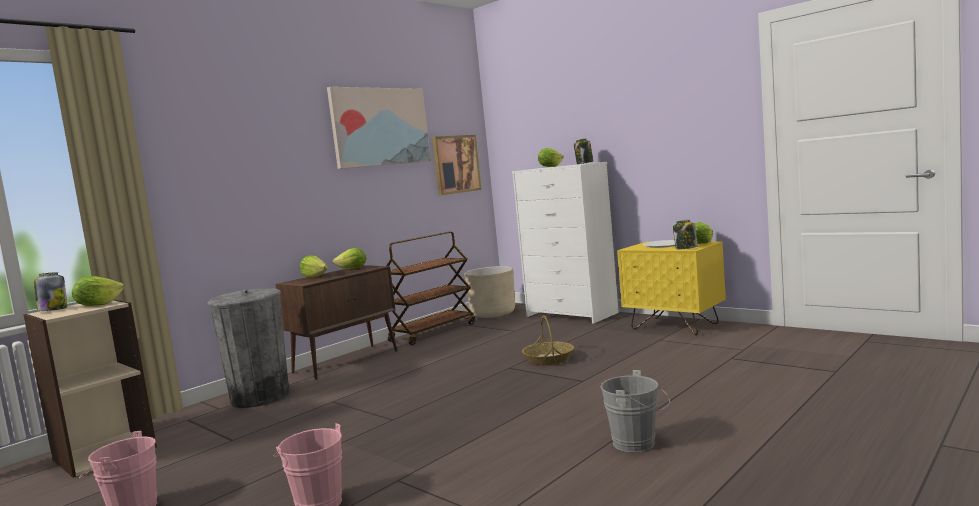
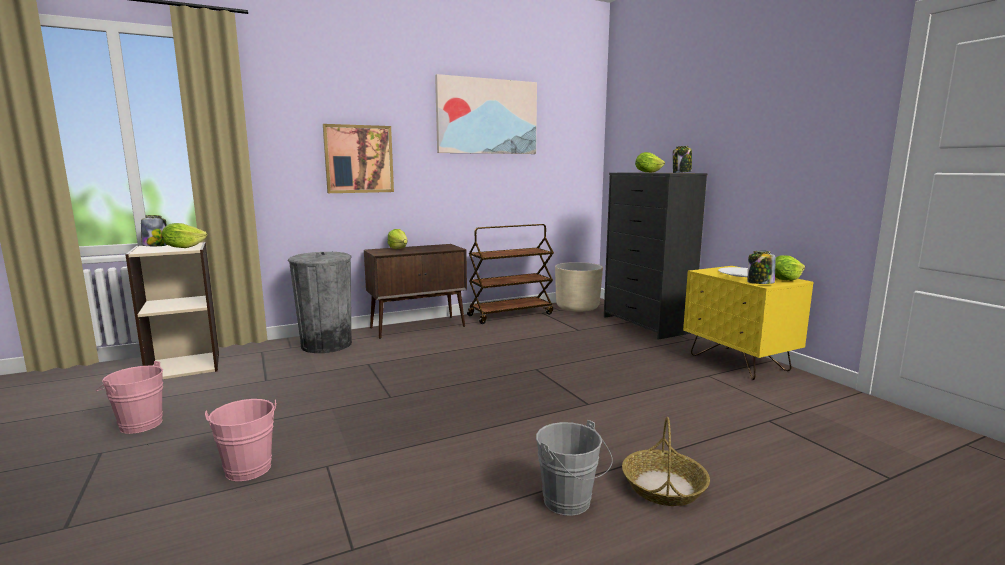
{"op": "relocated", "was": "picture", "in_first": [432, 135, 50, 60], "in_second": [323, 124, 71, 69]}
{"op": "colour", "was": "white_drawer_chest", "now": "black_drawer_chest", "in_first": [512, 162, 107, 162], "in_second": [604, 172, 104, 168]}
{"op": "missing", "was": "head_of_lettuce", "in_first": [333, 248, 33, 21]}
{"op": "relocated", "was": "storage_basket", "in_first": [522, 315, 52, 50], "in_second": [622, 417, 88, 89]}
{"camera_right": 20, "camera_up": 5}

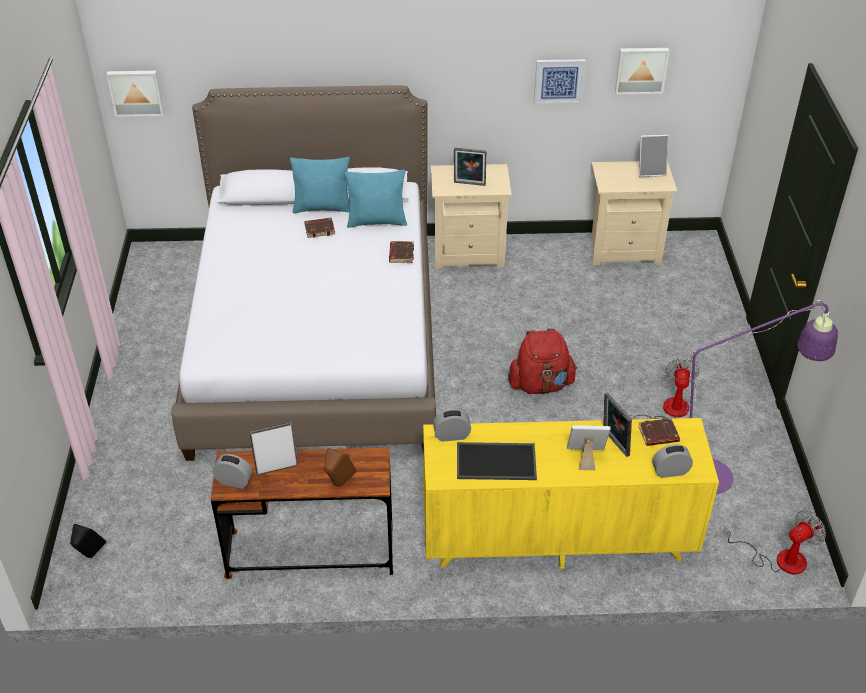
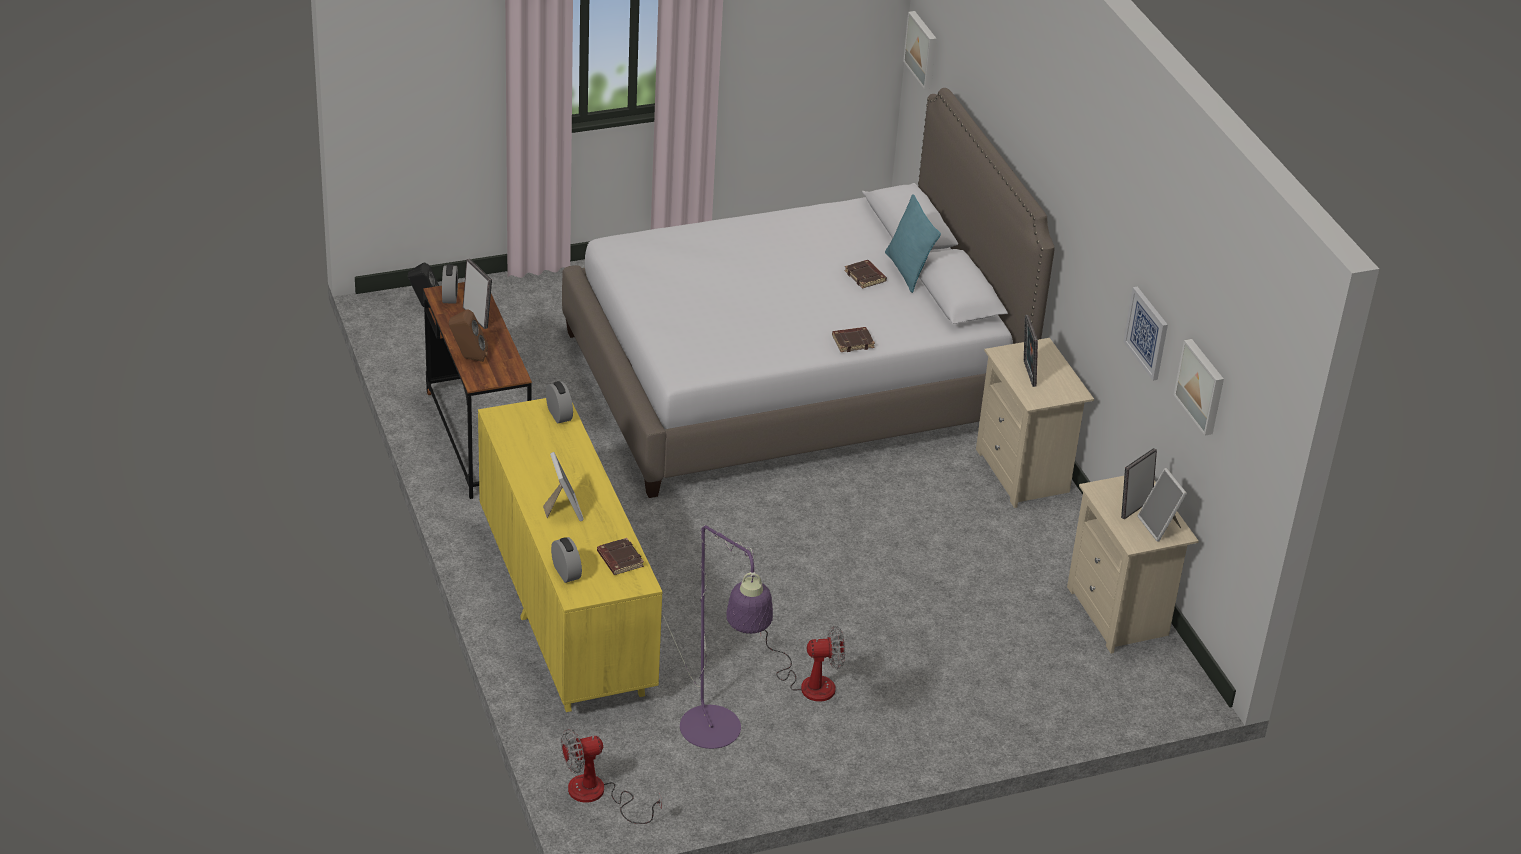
{"op": "missing", "was": "turquoise_pillow", "in_first": [345, 170, 62, 58]}
{"op": "missing", "was": "red_backpack", "in_first": [508, 329, 69, 65]}
{"op": "relocated", "was": "picture_frame", "in_first": [603, 393, 29, 64], "in_second": [1121, 448, 36, 71]}
{"op": "missing", "was": "tray", "in_first": [457, 442, 80, 38]}
{"op": "spun", "was": "fan", "in_first": [723, 511, 103, 63], "in_second": [561, 728, 101, 96], "clockwise": 120}
{"camera_right": 70, "camera_up": -5}

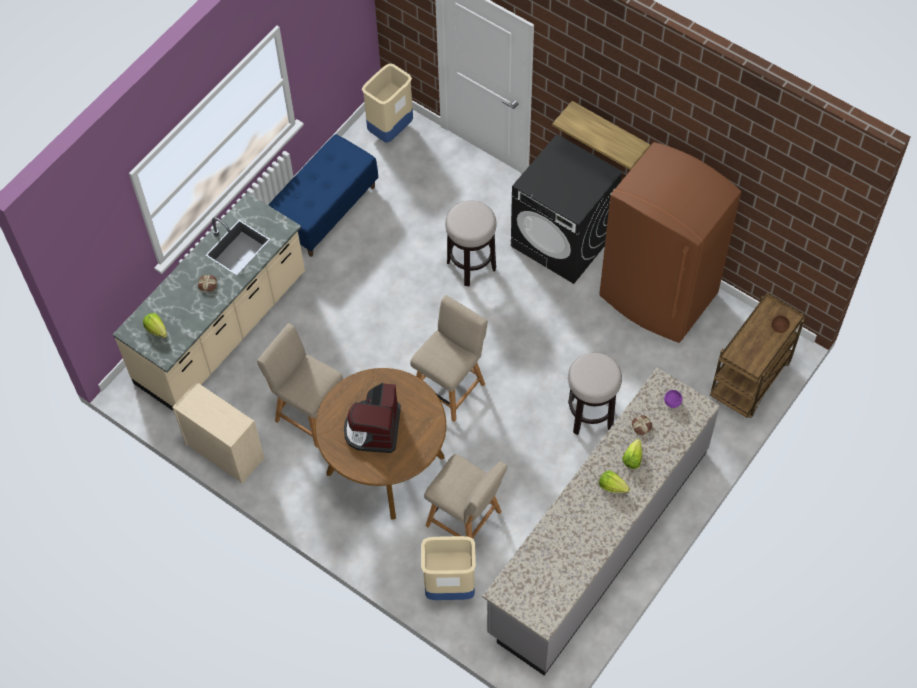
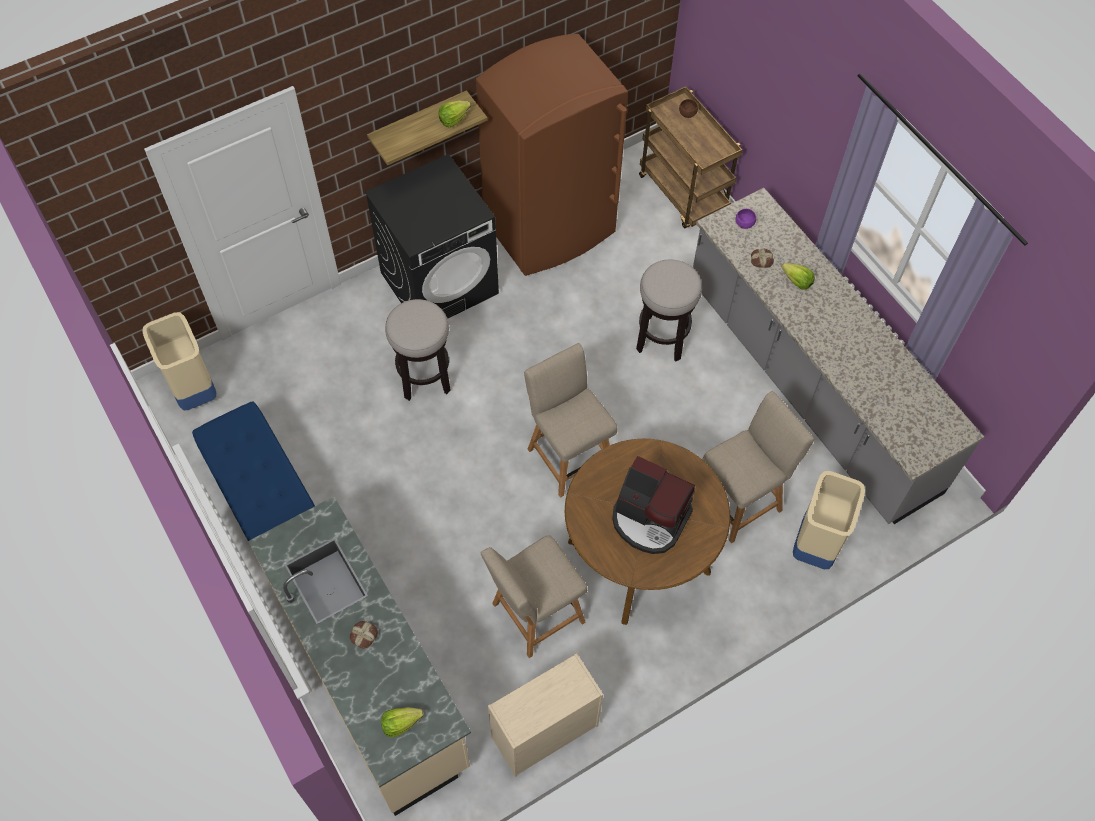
{"op": "relocated", "was": "head_of_lettuce", "in_first": [599, 470, 31, 23], "in_second": [438, 101, 33, 26]}
{"camera_right": -70, "camera_up": 0}

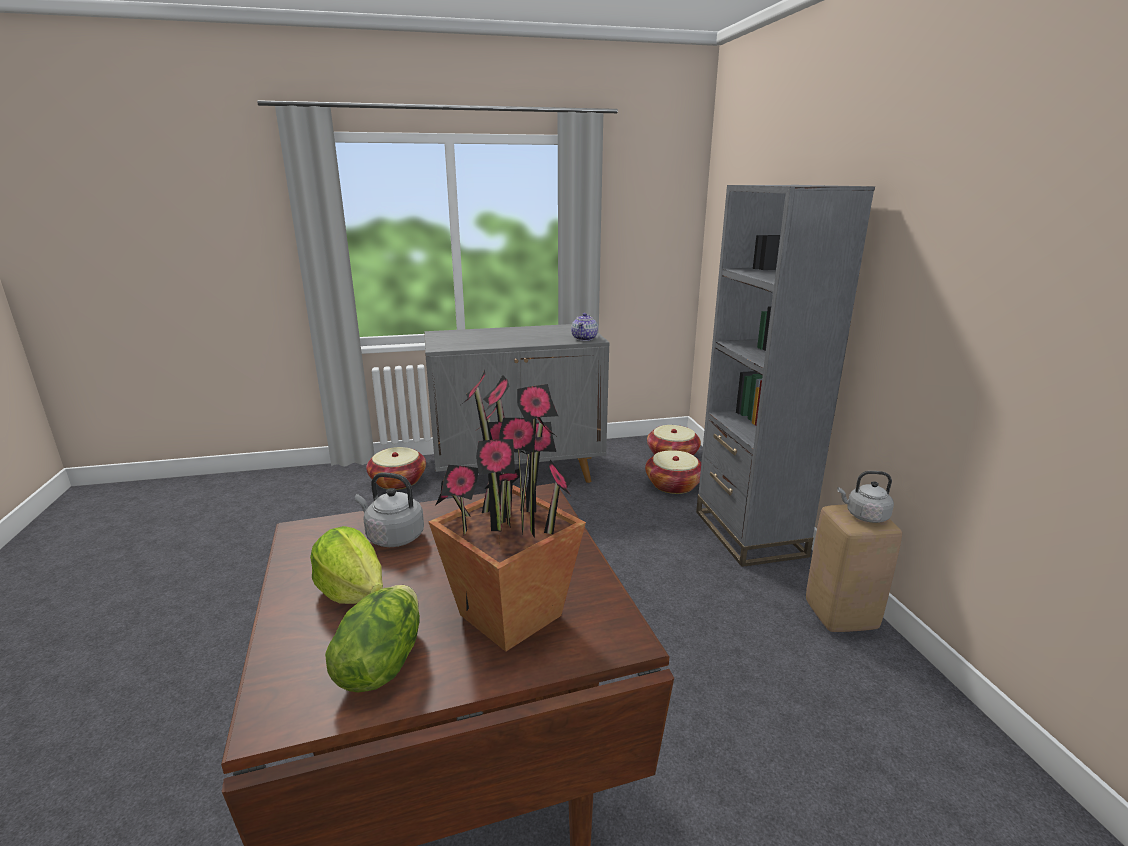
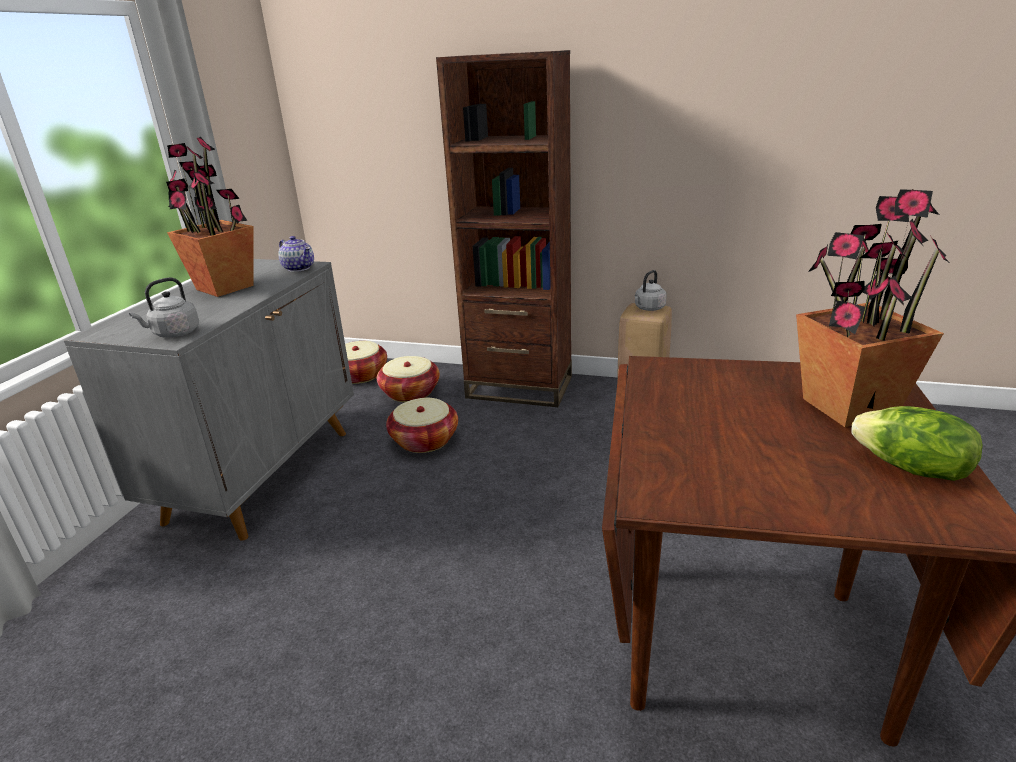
{"op": "colour", "was": "gray_bookcase", "now": "brown_bookcase", "in_first": [696, 185, 179, 382], "in_second": [436, 50, 136, 357]}
{"op": "relocated", "was": "storage_basket", "in_first": [366, 447, 60, 43], "in_second": [386, 398, 72, 55]}
{"op": "relocated", "was": "gray_water_kettle", "in_first": [355, 472, 69, 75], "in_second": [129, 277, 70, 61]}
{"op": "missing", "was": "head_of_lettuce", "in_first": [310, 526, 73, 78]}
{"op": "appeared", "now": "plant_in_a_pot", "in_second": [166, 137, 88, 160]}
{"camera_right": -60, "camera_up": 5}

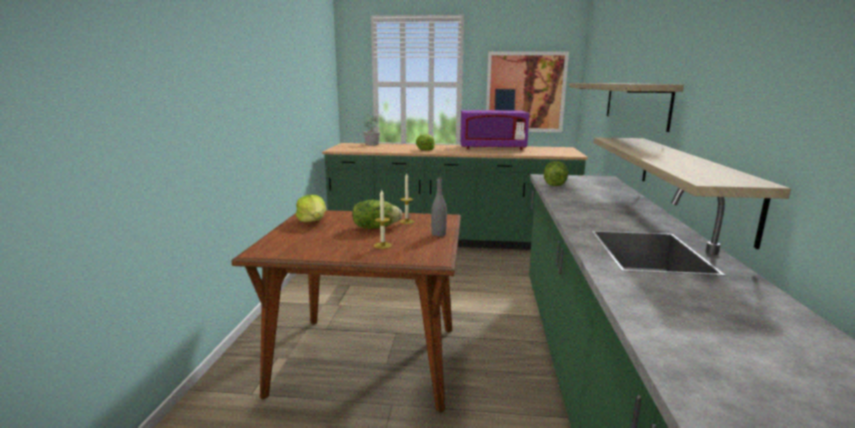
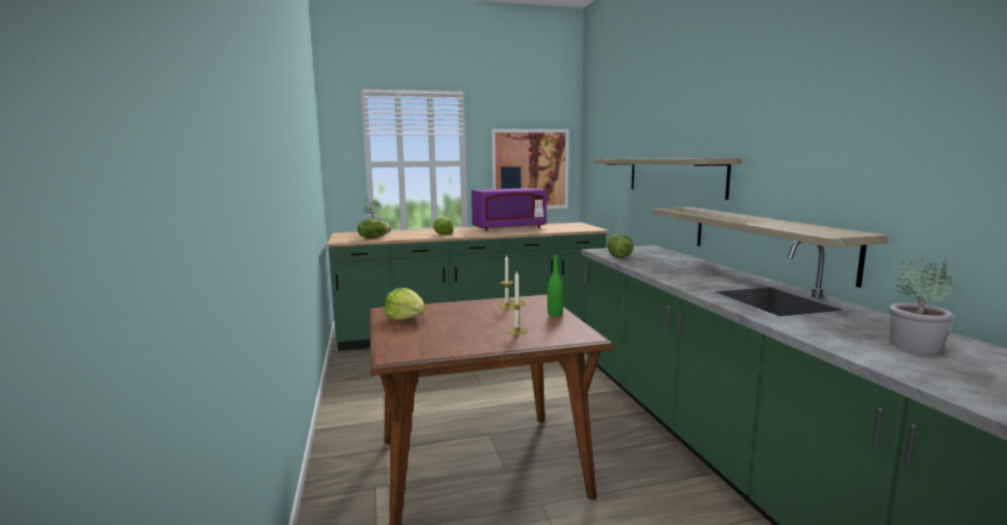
{"op": "colour", "was": "gray_bottle", "now": "greenish_bottle", "in_first": [431, 177, 16, 59], "in_second": [547, 255, 16, 61]}
{"op": "relocated", "was": "head_of_lettuce", "in_first": [352, 200, 50, 29], "in_second": [358, 219, 33, 19]}
{"op": "appeared", "now": "plant_in_a_pot", "in_second": [889, 258, 64, 96]}
{"camera_right": -20, "camera_up": -5}

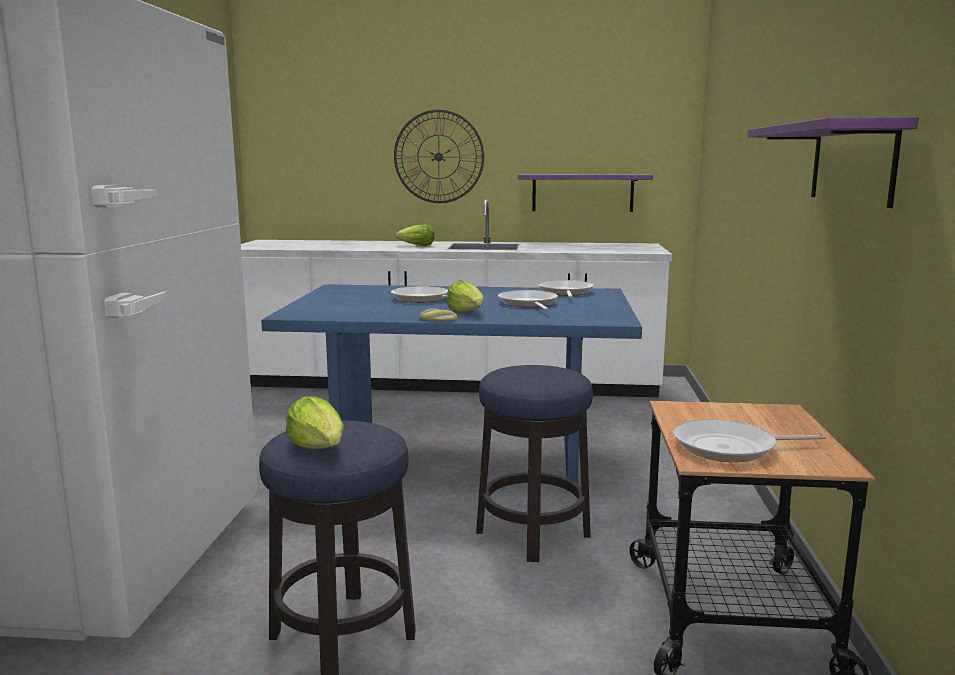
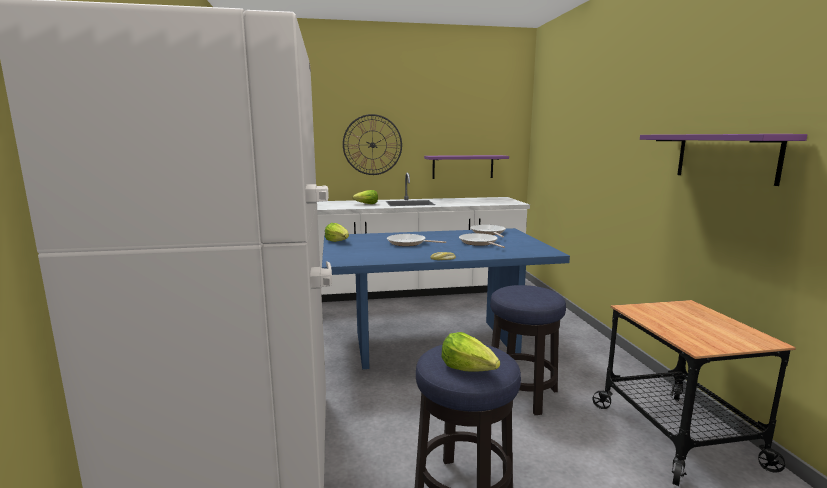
{"op": "relocated", "was": "head_of_lettuce", "in_first": [447, 281, 37, 31], "in_second": [325, 223, 24, 19]}
{"op": "missing", "was": "skillet", "in_first": [673, 419, 153, 43]}
{"camera_right": -15, "camera_up": 0}

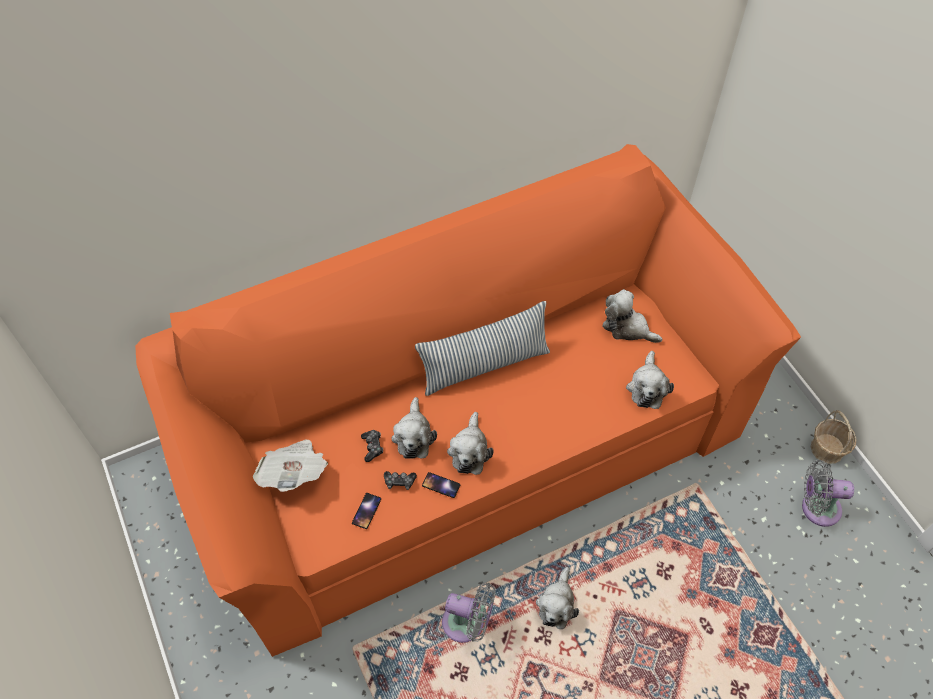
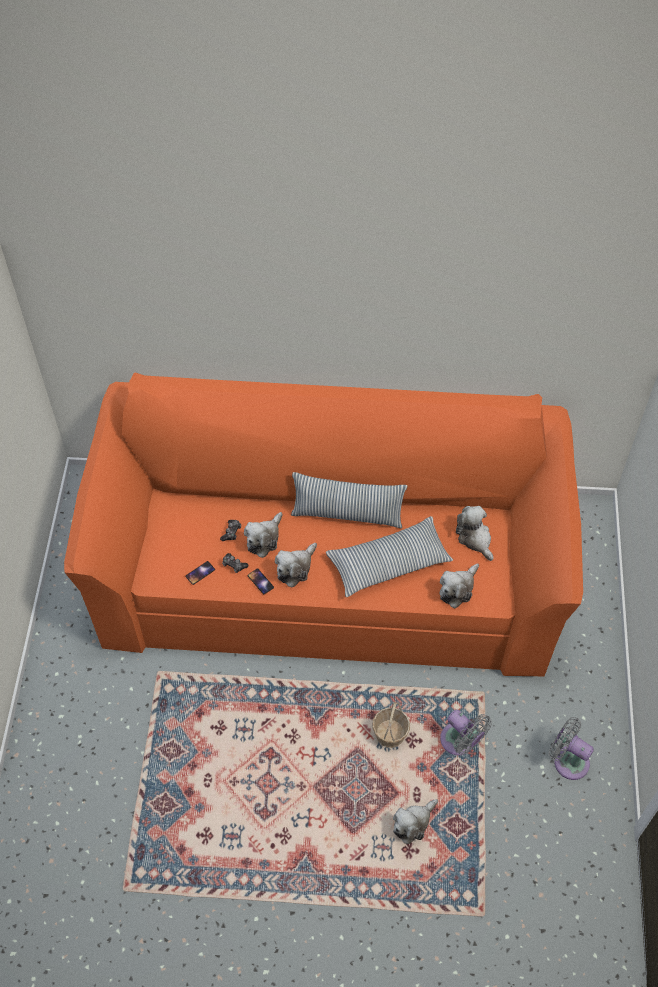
{"op": "relocated", "was": "storage_basket", "in_first": [811, 410, 46, 54], "in_second": [372, 701, 38, 47]}
{"op": "missing", "was": "printed_paper", "in_first": [253, 439, 75, 53]}
{"op": "relocated", "was": "soft_toy", "in_first": [536, 567, 43, 62], "in_second": [393, 799, 45, 45]}
{"op": "relocated", "was": "gray_fan", "in_first": [442, 583, 53, 60], "in_second": [440, 710, 52, 45]}
{"op": "appeared", "now": "pillow", "in_second": [326, 516, 127, 81]}
{"camera_right": 30, "camera_up": 0}

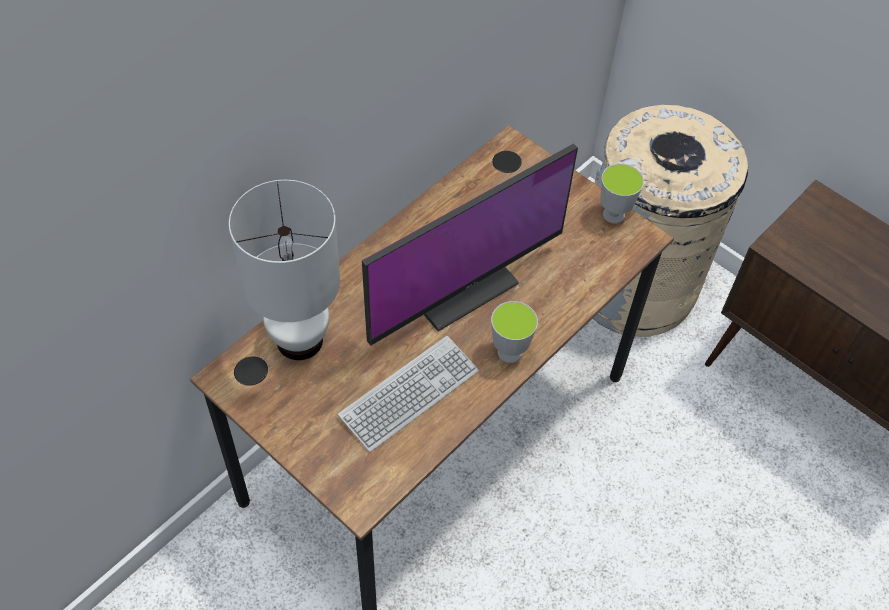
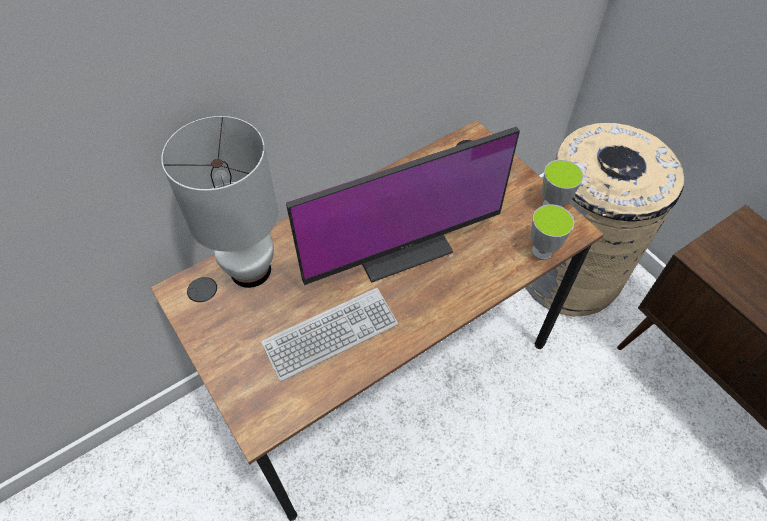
{"op": "relocated", "was": "small_cup", "in_first": [491, 301, 47, 62], "in_second": [530, 204, 44, 56]}
{"camera_right": 15, "camera_up": 0}

